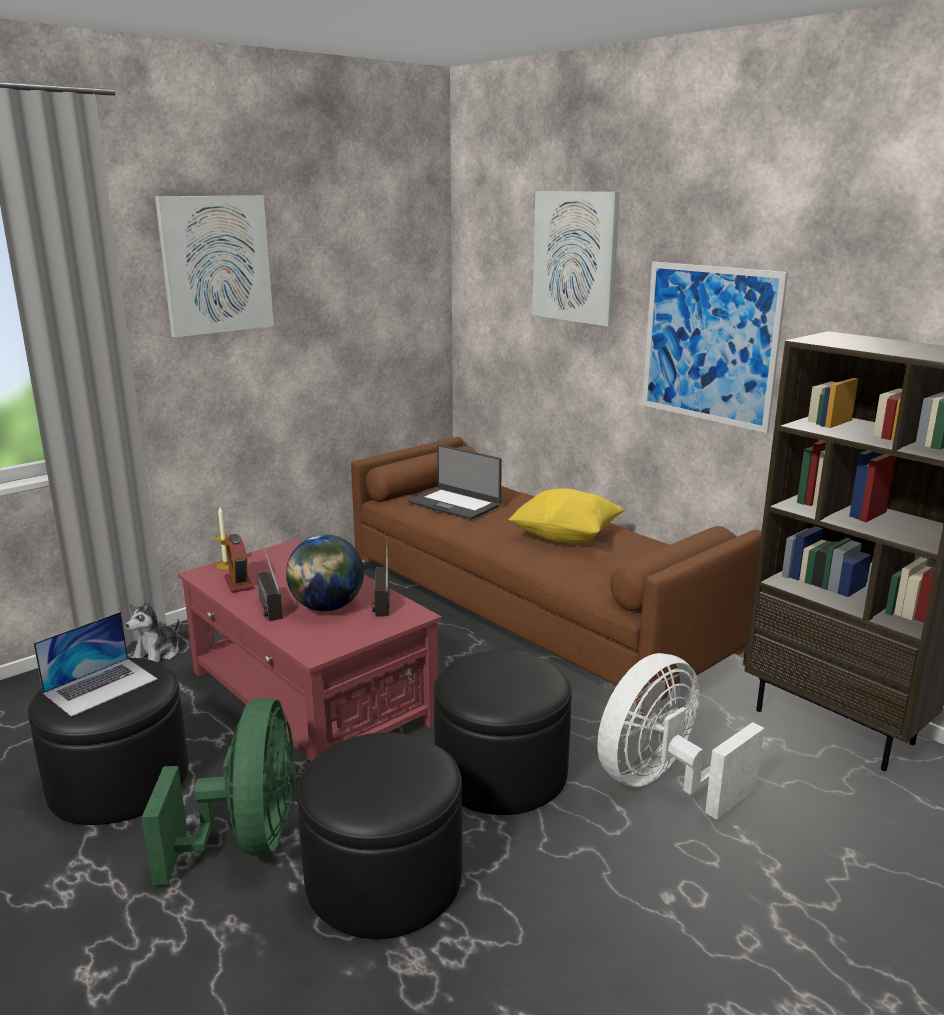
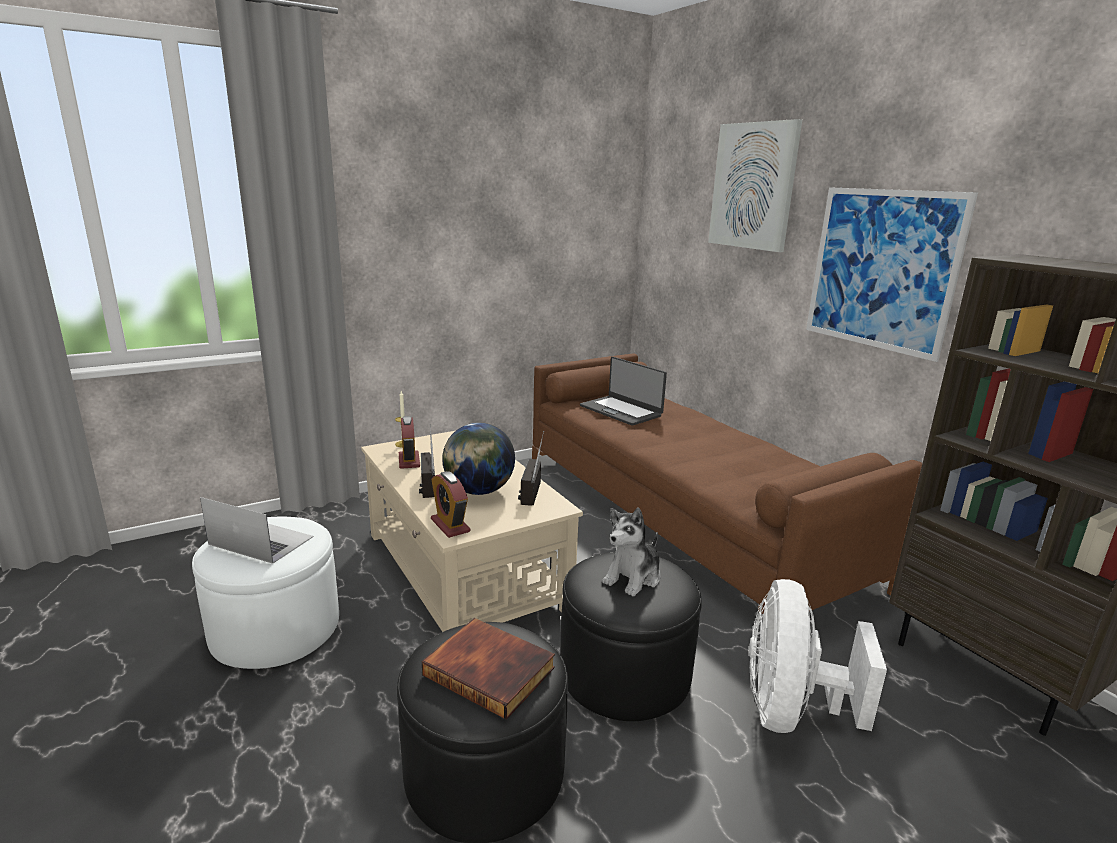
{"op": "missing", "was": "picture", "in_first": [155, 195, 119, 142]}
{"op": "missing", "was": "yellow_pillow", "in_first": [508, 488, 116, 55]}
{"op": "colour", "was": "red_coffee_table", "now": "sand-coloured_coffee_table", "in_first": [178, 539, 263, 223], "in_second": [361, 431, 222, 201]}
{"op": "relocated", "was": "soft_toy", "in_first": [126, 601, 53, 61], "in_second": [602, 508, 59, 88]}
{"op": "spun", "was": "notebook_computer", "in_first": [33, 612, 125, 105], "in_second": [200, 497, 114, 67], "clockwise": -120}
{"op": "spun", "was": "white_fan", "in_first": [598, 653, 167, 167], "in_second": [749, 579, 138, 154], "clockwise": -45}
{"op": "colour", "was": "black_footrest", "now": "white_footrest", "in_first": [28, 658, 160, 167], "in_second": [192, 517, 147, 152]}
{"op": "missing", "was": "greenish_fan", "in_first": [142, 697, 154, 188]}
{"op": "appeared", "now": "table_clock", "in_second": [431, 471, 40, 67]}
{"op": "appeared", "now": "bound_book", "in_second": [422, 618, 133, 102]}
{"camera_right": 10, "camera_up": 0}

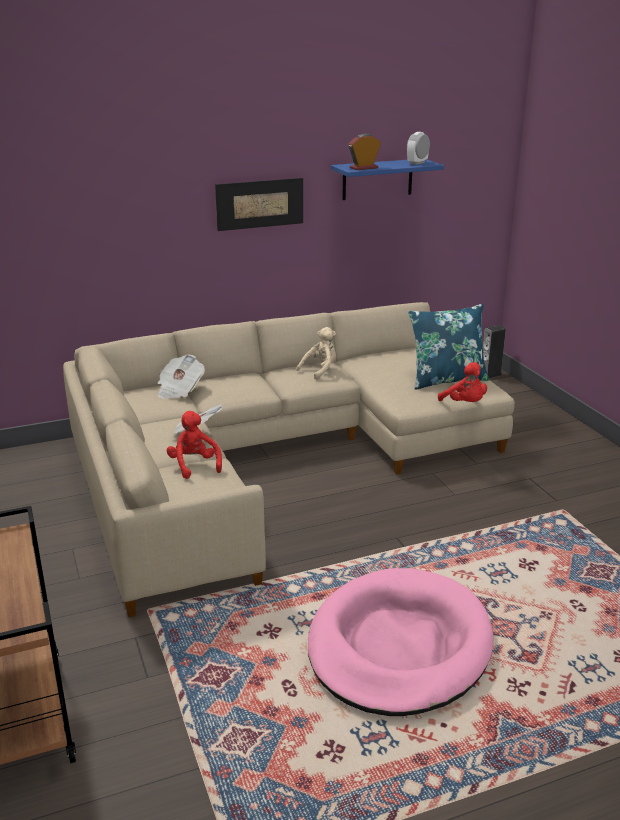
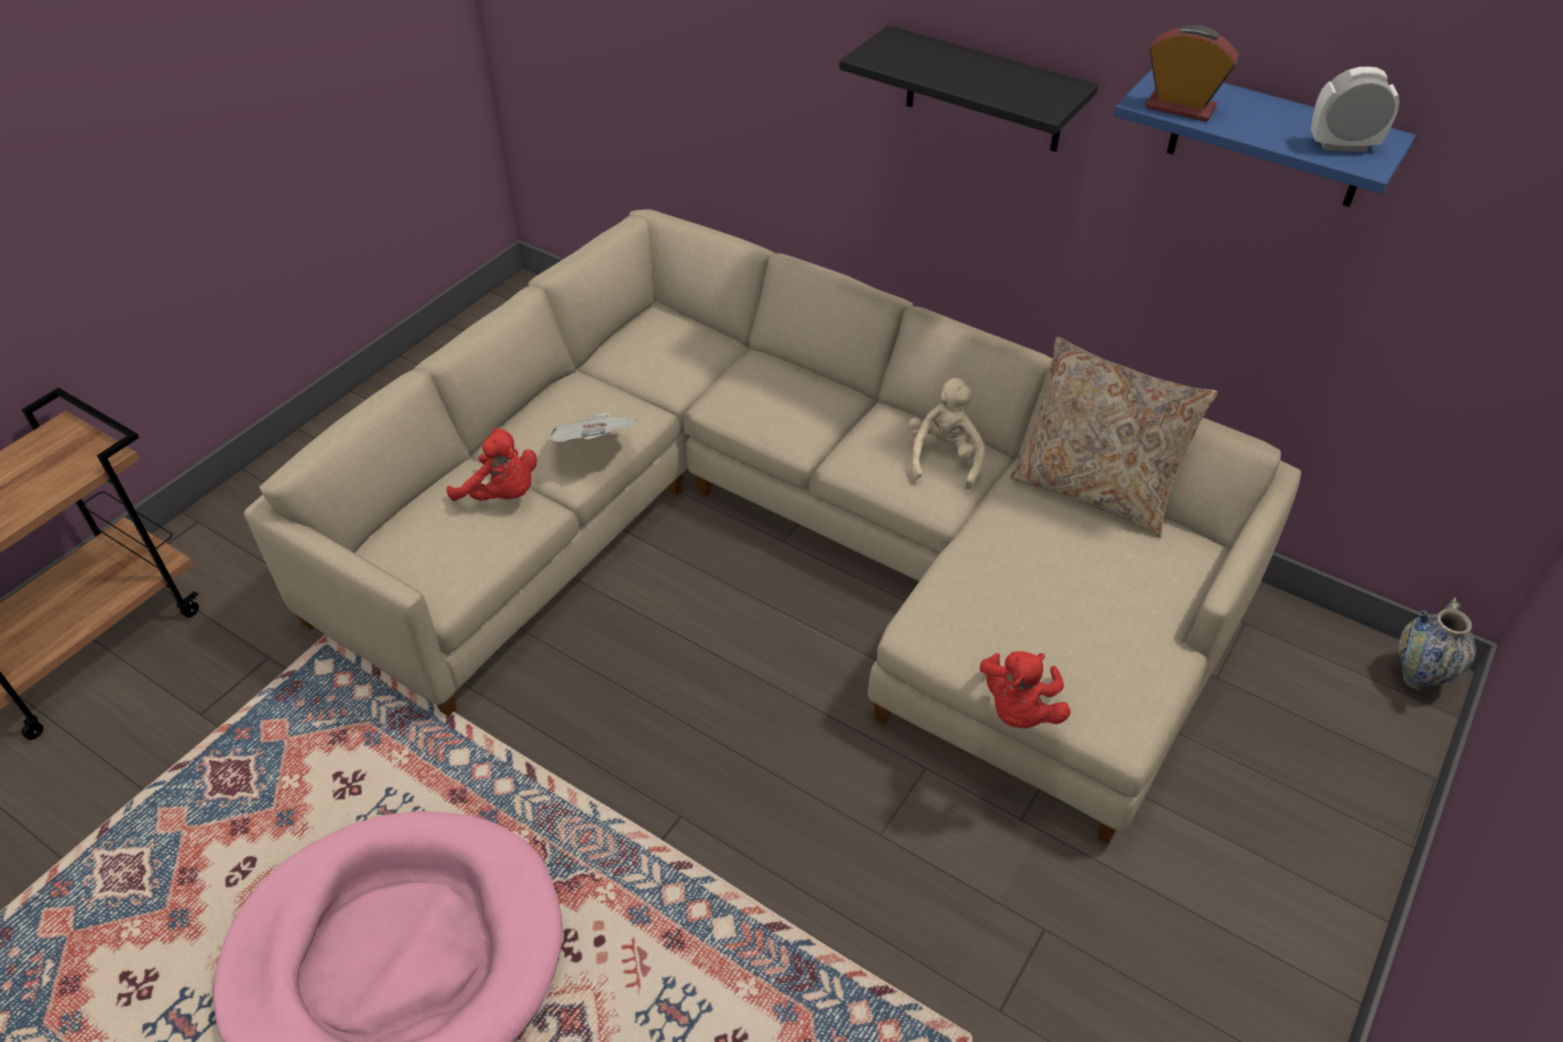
{"op": "exchanged", "was": "picture", "now": "black_wall_shelf", "in_first": [215, 178, 88, 53], "in_second": [839, 25, 259, 127]}
{"op": "missing", "was": "bluish_pillow", "in_first": [408, 304, 81, 86]}
{"op": "exchanged", "was": "audio_speaker", "now": "vase", "in_first": [482, 325, 24, 53], "in_second": [1399, 597, 77, 94]}
{"op": "spun", "was": "sand-coloured_soft_toy", "in_first": [296, 327, 40, 53], "in_second": [908, 378, 77, 111], "clockwise": -90}
{"op": "missing", "was": "printed_paper", "in_first": [157, 355, 48, 44]}
{"op": "spun", "was": "red_soft_toy", "in_first": [167, 411, 55, 68], "in_second": [447, 428, 90, 73], "clockwise": 90}
{"op": "appeared", "now": "sand-coloured_pillow", "in_second": [1010, 337, 208, 201]}
{"camera_right": 55, "camera_up": 20}

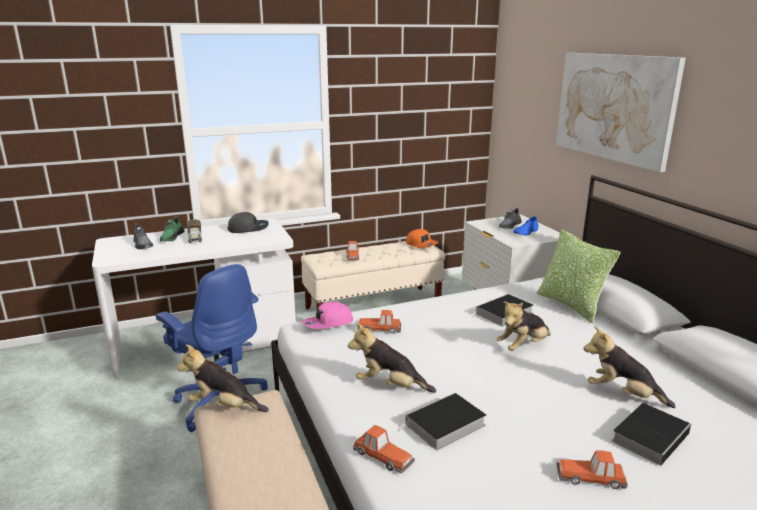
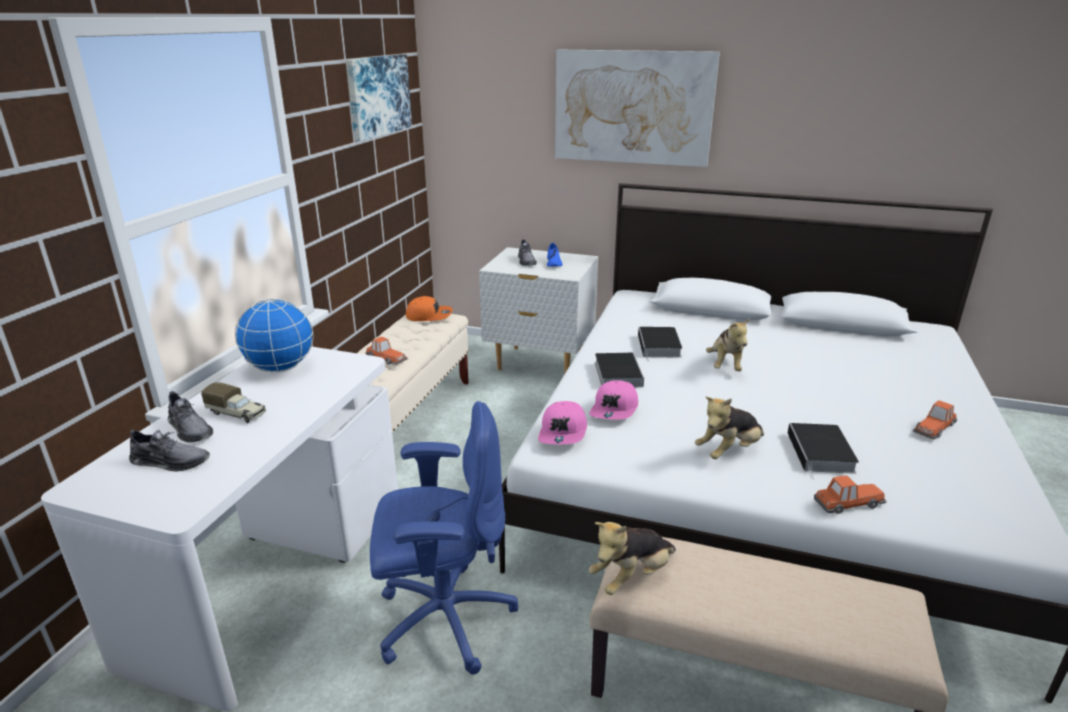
{"op": "exchanged", "was": "gray_cap", "now": "desk_globe", "in_first": [228, 212, 41, 21], "in_second": [235, 299, 78, 73]}
{"op": "colour", "was": "greenish_shoe", "now": "gray_shoe", "in_first": [160, 216, 24, 25], "in_second": [168, 391, 45, 51]}
{"op": "missing", "was": "pillow", "in_first": [537, 229, 83, 94]}
{"op": "exchanged", "was": "miniature_car", "now": "pink_cap", "in_first": [357, 310, 44, 23], "in_second": [589, 380, 49, 40]}
{"op": "missing", "was": "soft_toy", "in_first": [584, 326, 92, 82]}
{"op": "relocated", "was": "bound_book", "in_first": [612, 403, 79, 63], "in_second": [595, 353, 49, 34]}
{"op": "appeared", "now": "picture", "in_second": [346, 54, 66, 88]}
{"camera_right": -50, "camera_up": 5}

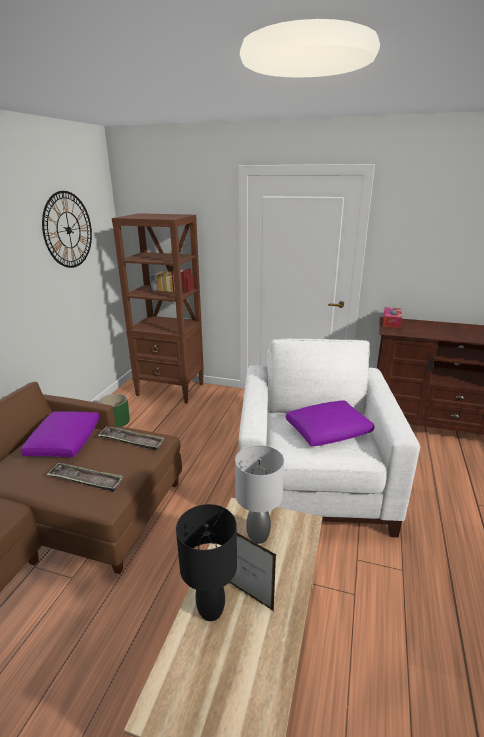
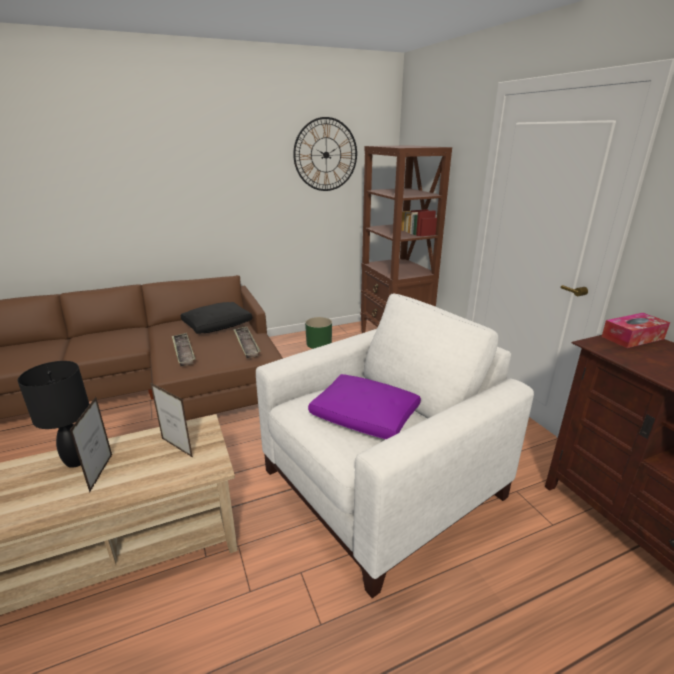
{"op": "colour", "was": "purple-coloured_pillow", "now": "black_pillow", "in_first": [21, 411, 78, 46], "in_second": [181, 302, 71, 32]}
{"op": "exchanged", "was": "gray_table_lamp", "now": "picture_frame", "in_first": [235, 445, 49, 99], "in_second": [150, 382, 43, 76]}
{"camera_right": 50, "camera_up": 0}

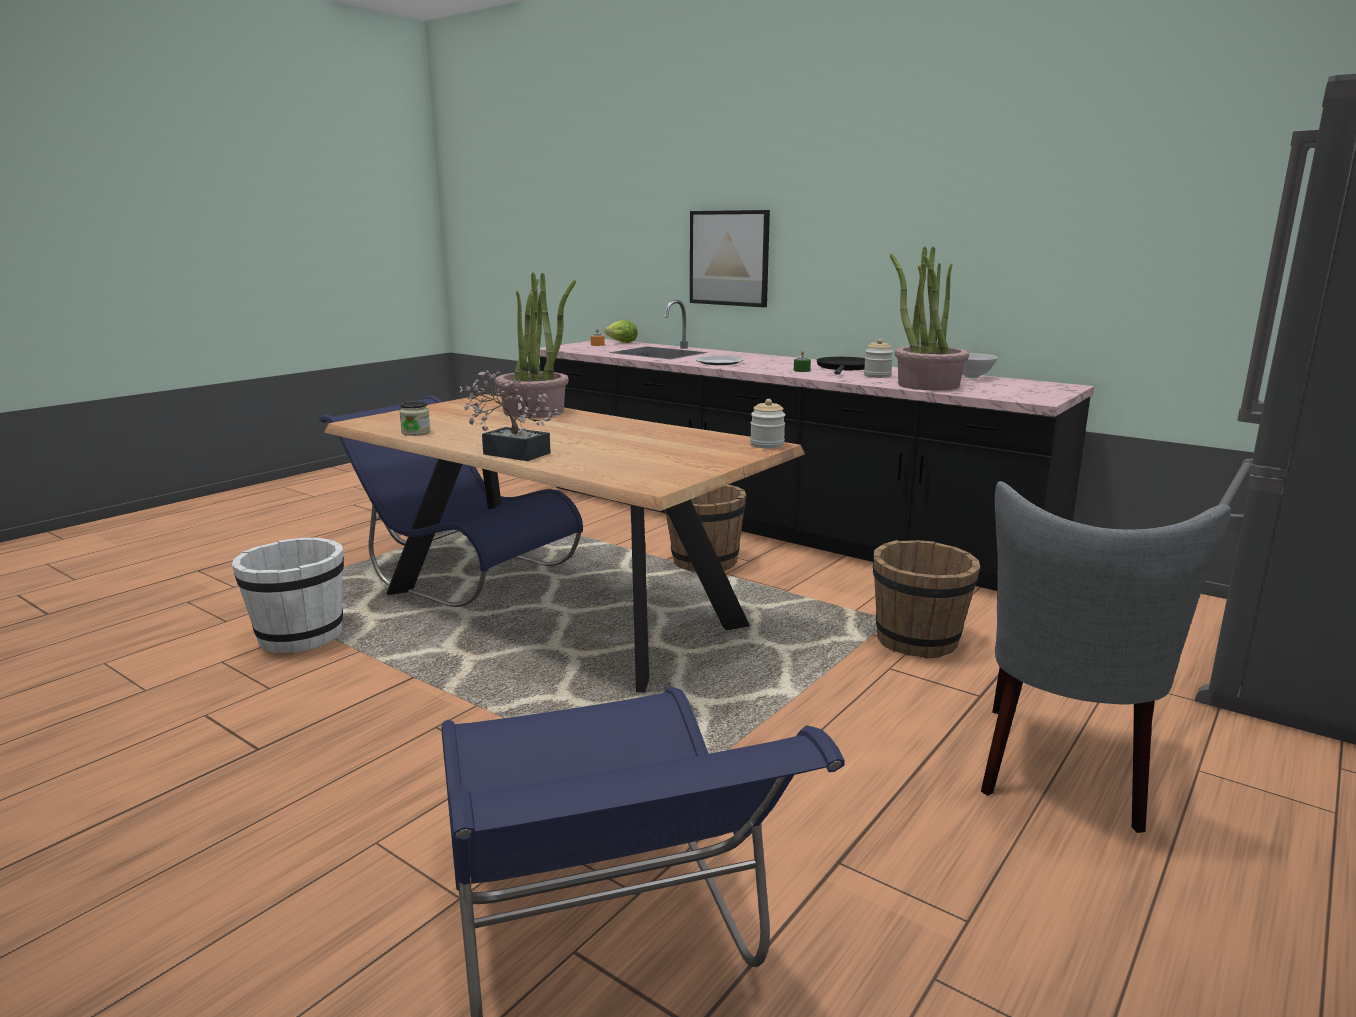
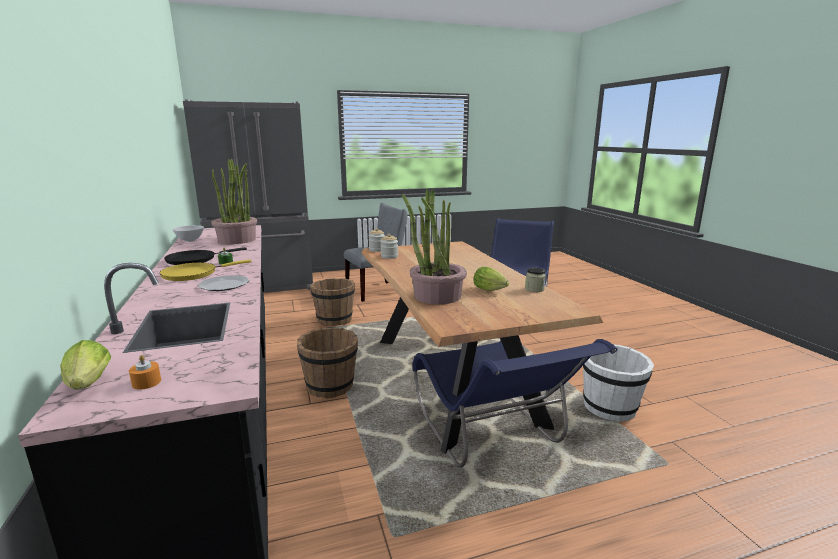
{"op": "missing", "was": "picture", "in_first": [690, 210, 80, 97]}
{"op": "relocated", "was": "preserve_jar", "in_first": [864, 339, 29, 39], "in_second": [381, 234, 17, 25]}
{"op": "missing", "was": "plant_in_a_pot", "in_first": [460, 370, 101, 91]}
{"op": "appeared", "now": "yellow_skillet", "in_second": [159, 259, 93, 22]}
{"op": "appeared", "now": "head_of_lettuce", "in_second": [474, 267, 35, 24]}
{"camera_right": -145, "camera_up": 0}

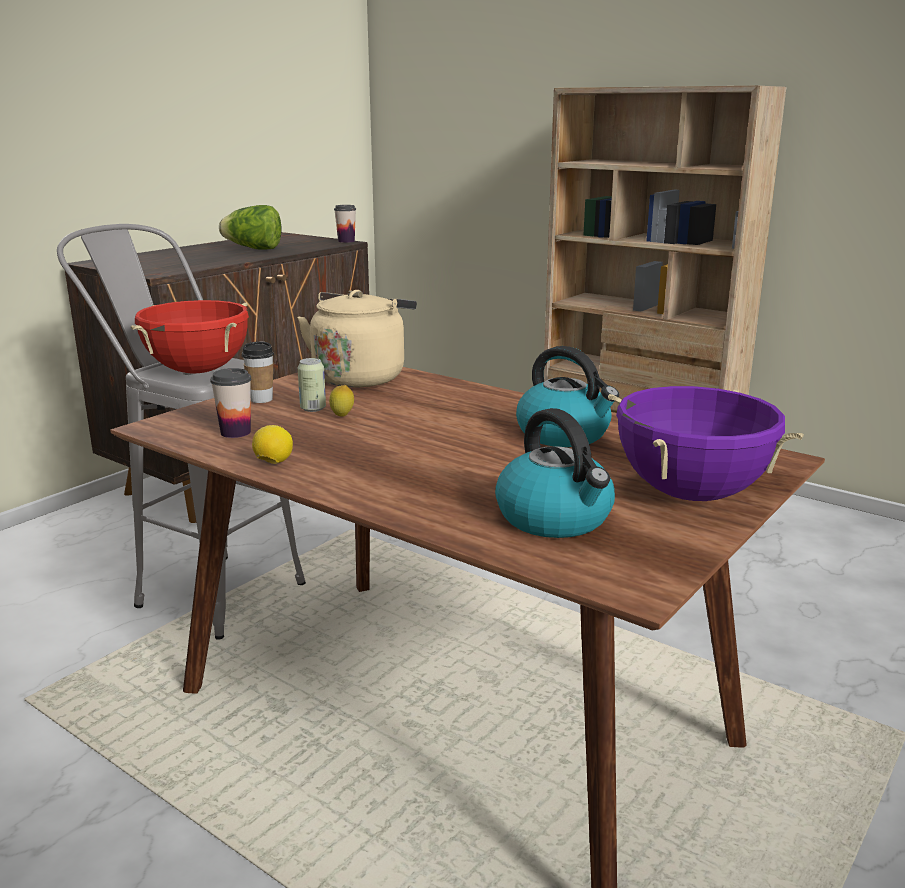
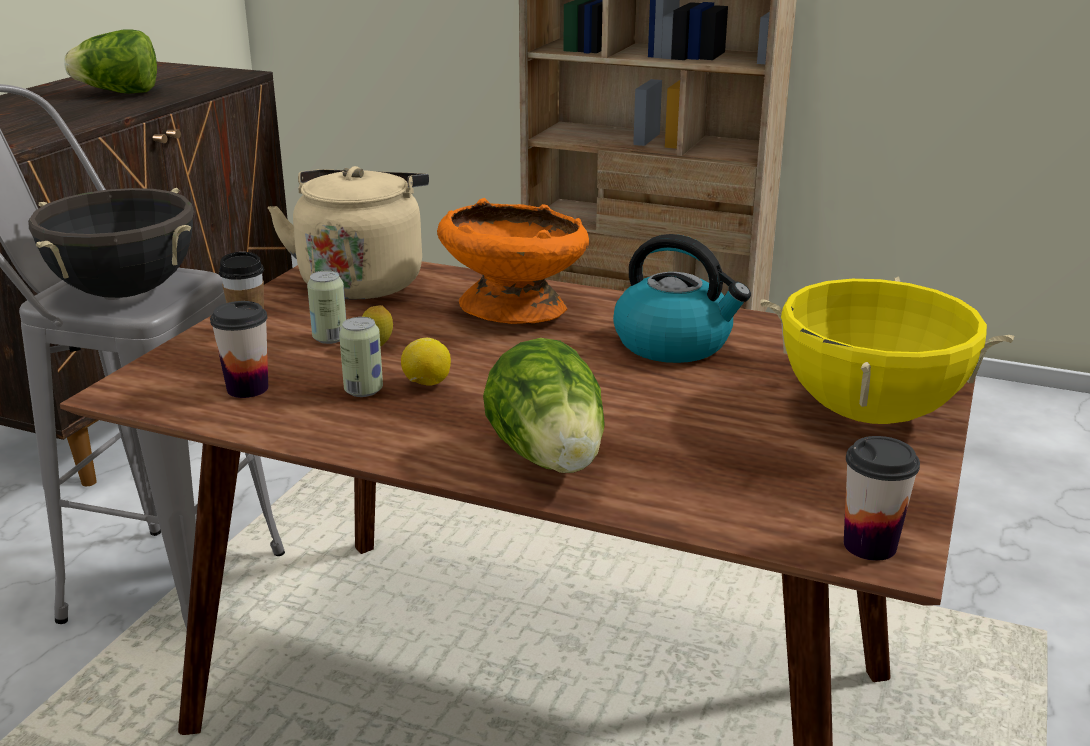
{"op": "relocated", "was": "small_cup", "in_first": [334, 205, 22, 38], "in_second": [844, 436, 76, 125]}
{"op": "colour", "was": "red_cooking_pot", "now": "black_cooking_pot", "in_first": [131, 300, 118, 73], "in_second": [28, 188, 166, 110]}
{"op": "colour", "was": "purple-coloured_cooking_pot", "now": "yellow_cooking_pot", "in_first": [608, 386, 196, 115], "in_second": [760, 276, 255, 148]}
{"op": "missing", "was": "water_kettle", "in_first": [495, 408, 120, 130]}
{"op": "relocated", "was": "lemon", "in_first": [252, 425, 41, 39], "in_second": [401, 338, 50, 48]}
{"op": "appeared", "now": "orangey_deep_dish", "in_second": [437, 198, 152, 126]}
{"op": "appeared", "now": "sealed_can", "in_second": [339, 317, 44, 80]}
{"op": "appeared", "now": "head_of_lettuce", "in_second": [483, 338, 122, 135]}
{"camera_right": -15, "camera_up": 5}

